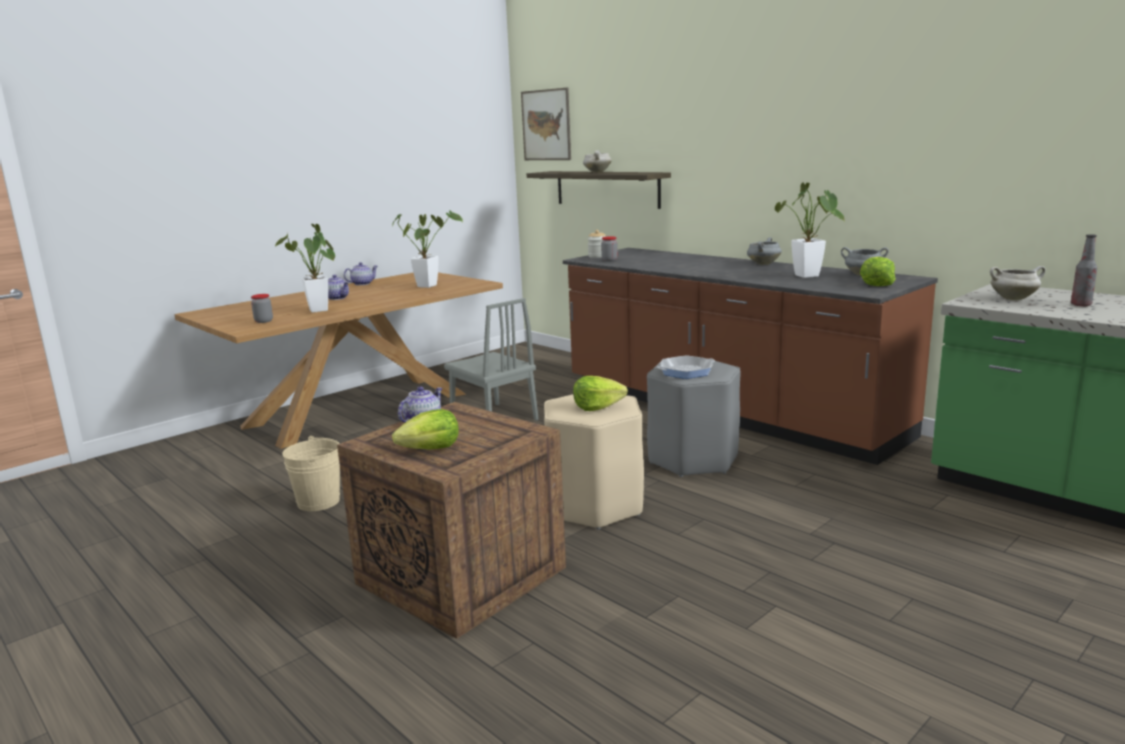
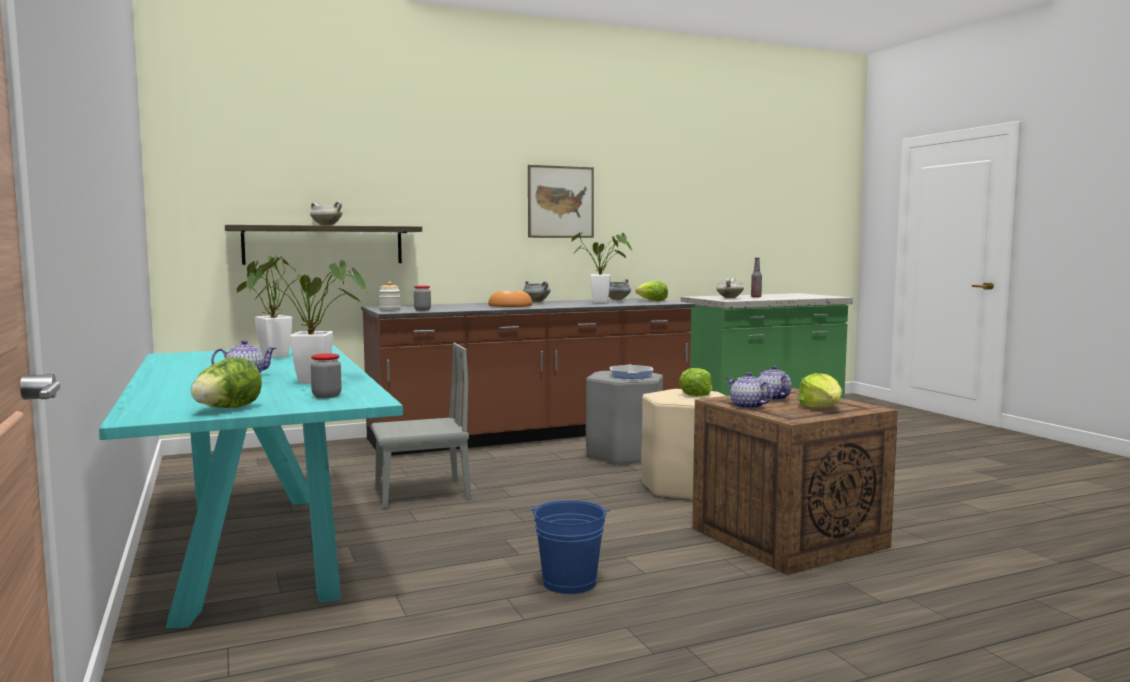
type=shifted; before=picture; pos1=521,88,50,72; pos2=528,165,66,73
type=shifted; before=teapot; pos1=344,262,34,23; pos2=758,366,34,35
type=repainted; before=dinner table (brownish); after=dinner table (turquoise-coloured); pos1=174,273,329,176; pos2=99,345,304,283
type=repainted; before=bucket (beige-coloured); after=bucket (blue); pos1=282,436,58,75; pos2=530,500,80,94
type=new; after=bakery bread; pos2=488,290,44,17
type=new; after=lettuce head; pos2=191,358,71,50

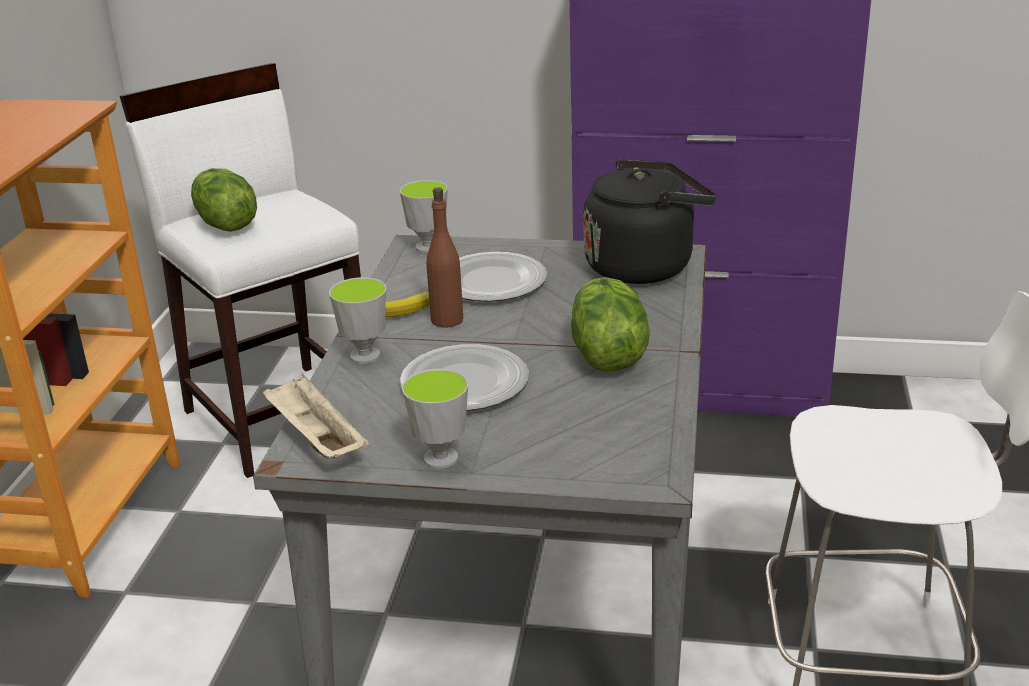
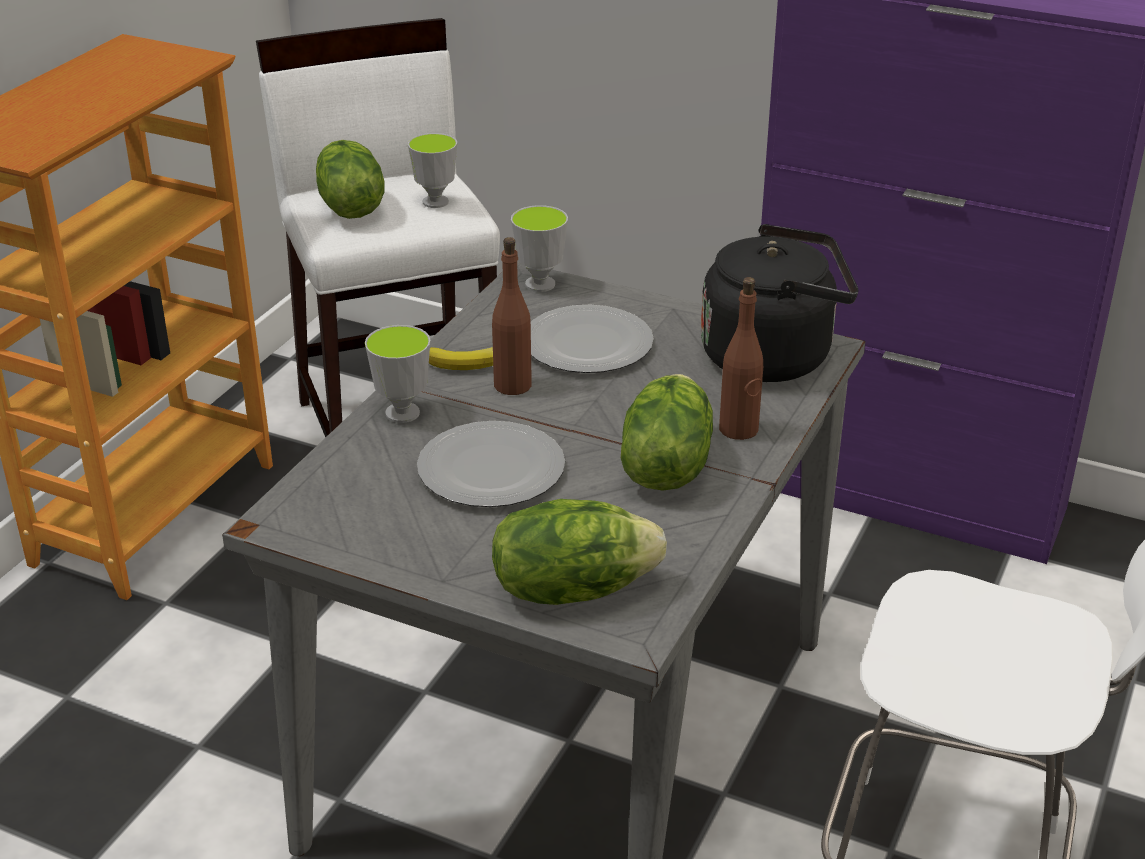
type=shifted; before=cup; pos1=402,369,66,100; pos2=408,133,49,75
type=gone; before=tray (beige-coloured); pos1=262,373,107,86
type=new; after=beverage bottle (brownish); pos2=719,277,44,163
type=new; after=lettuce head; pos2=492,499,175,106

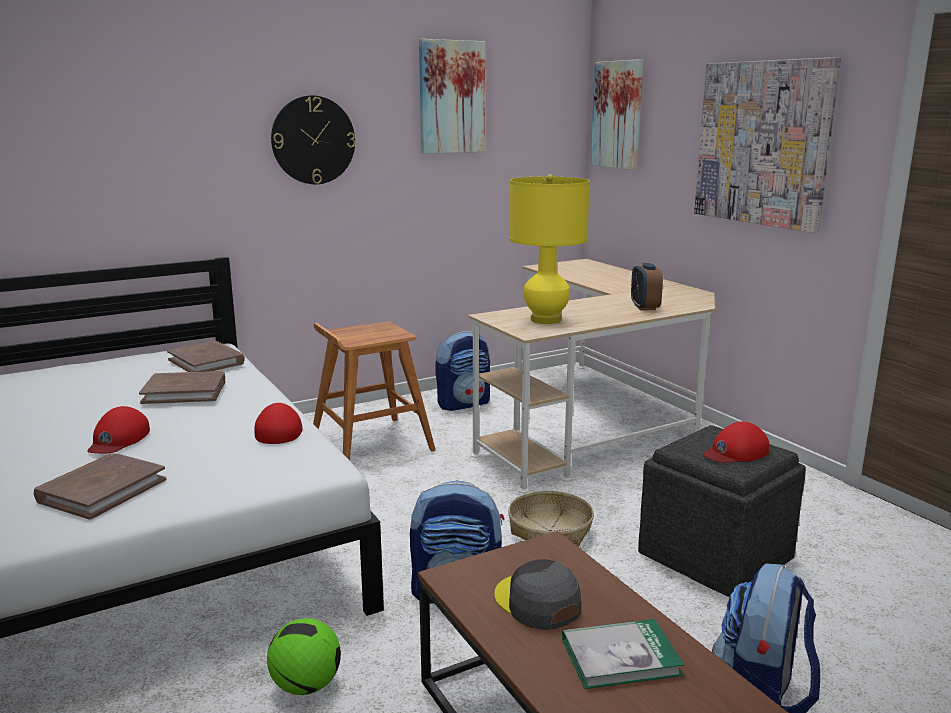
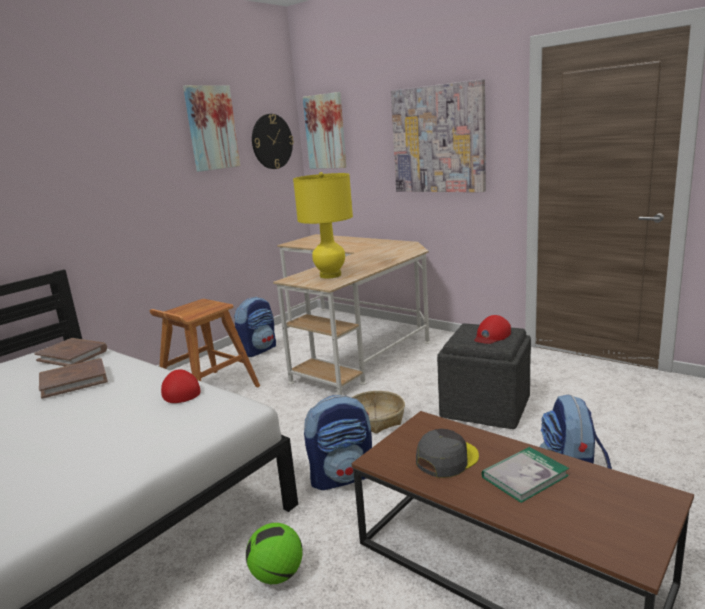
type=shifted; before=hanging clock; pos1=271,95,85,89; pos2=252,114,42,55
type=gone; before=bedside clock; pos1=631,263,32,48
type=gone; before=cap (red-coloured); pos1=87,406,63,48
type=gone; before=book (brownish); pos1=34,453,132,67
type=rotated; before=cap (greyish); pos1=494,559,87,71; pos2=416,429,63,49; turn=105

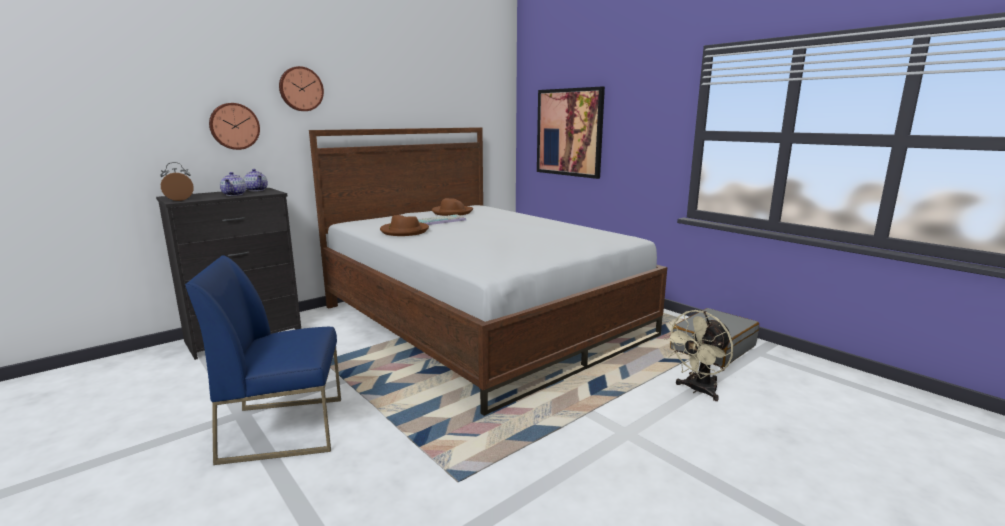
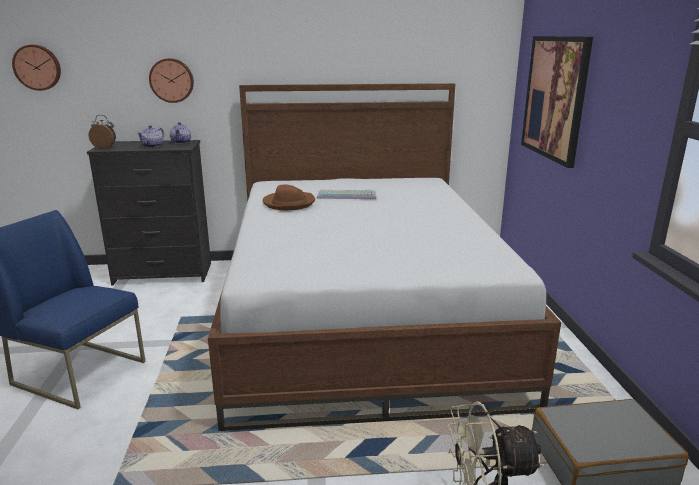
type=shifted; before=hanging clock; pos1=279,66,45,45; pos2=12,45,49,46
type=gone; before=wearable hat (brownish); pos1=432,198,41,18

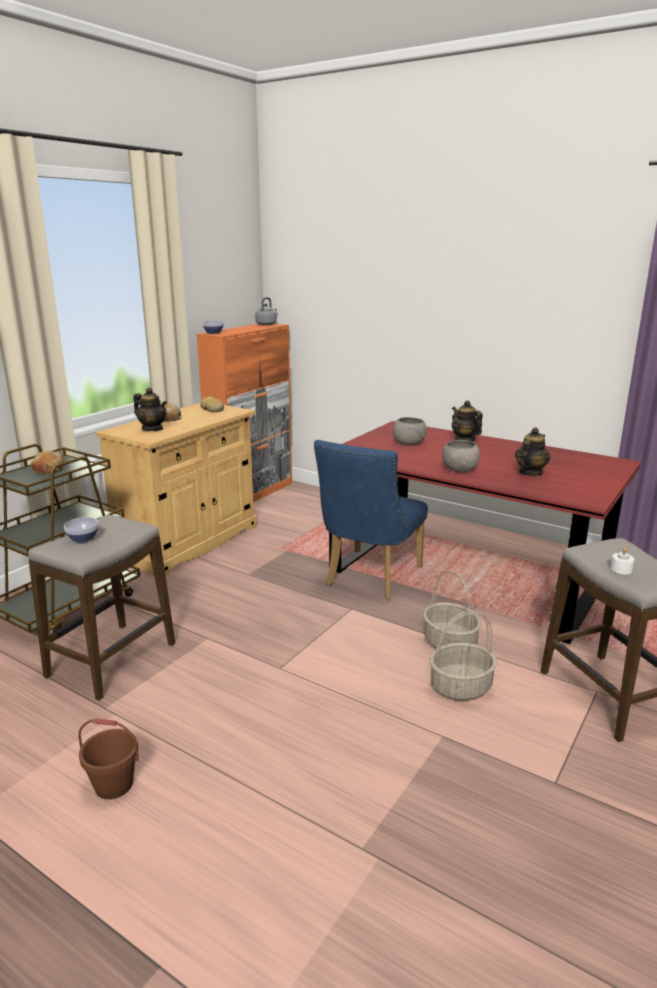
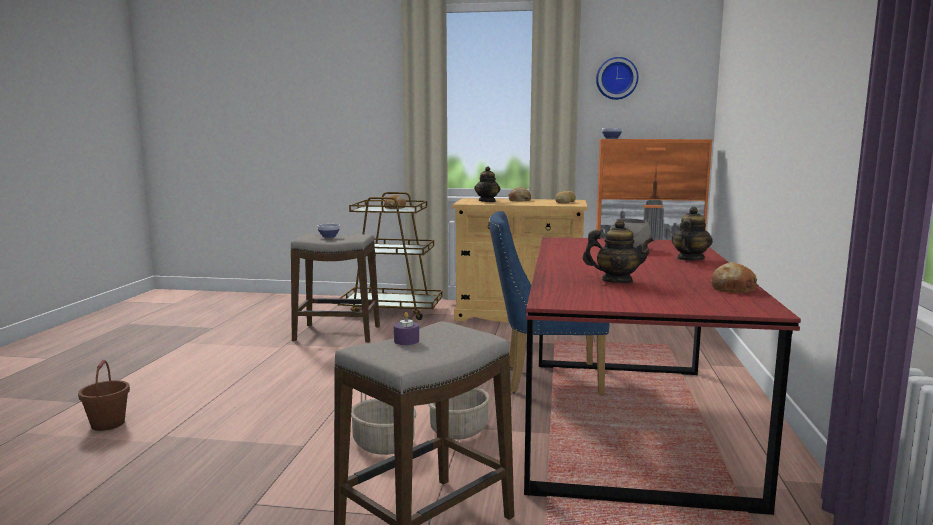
type=gone; before=kettle (greyish); pos1=255,297,22,28
type=gone; before=serving bowl (greyish); pos1=442,440,38,33
type=repainted; before=candle (whitish); after=candle (purple-coloured); pos1=610,547,24,27; pos2=394,312,25,33
type=shifted; before=bucket (brownish); pos1=78,718,61,81; pos2=78,360,52,71
type=new; after=hanging clock; pos2=596,57,42,43
type=new; after=bakery bread; pos2=711,262,48,31

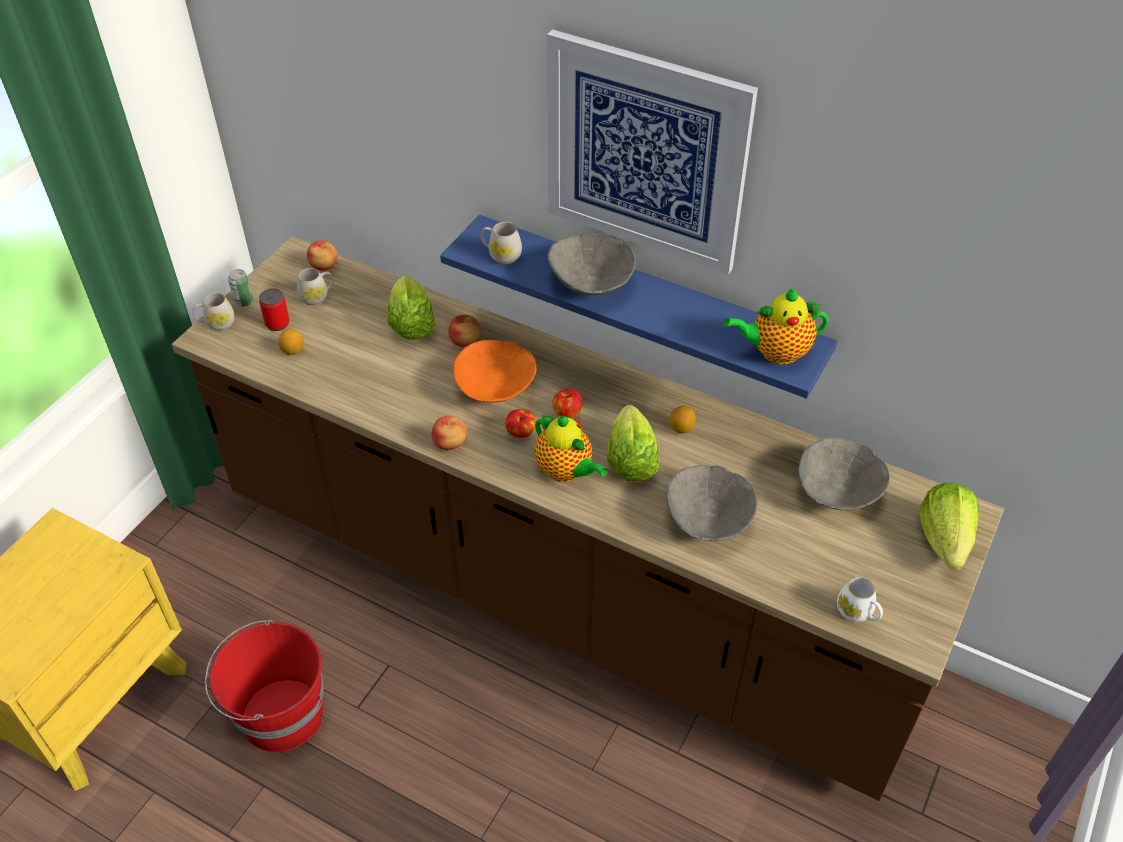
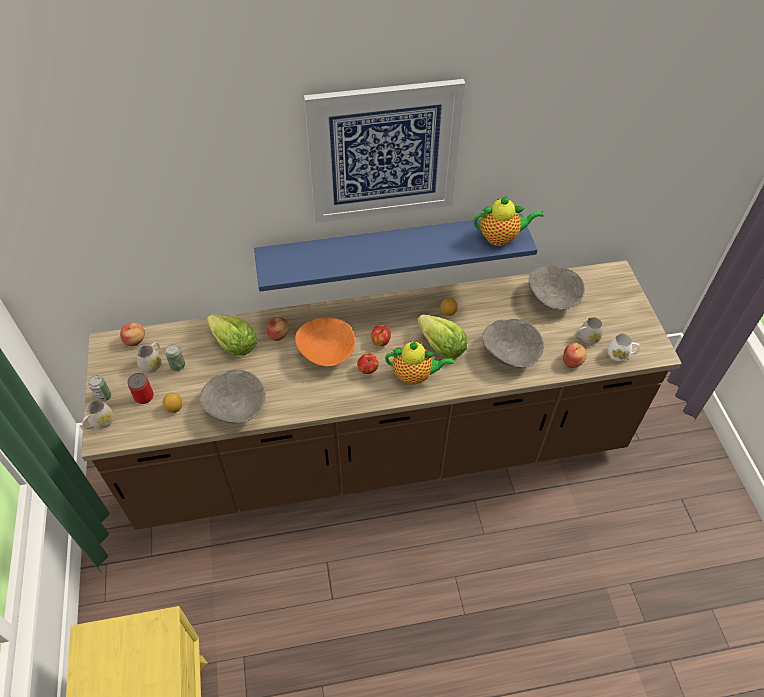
type=shifted; before=coffee mug (whitish); pos1=481,222,41,42; pos2=576,317,27,27
type=shifted; before=serving bowl (greyish); pos1=548,233,88,62; pos2=200,370,66,54
type=rotated; before=teapot; pos1=724,288,104,77; pos2=473,196,71,50; turn=-135
type=shifted; before=apple fruit; pos1=431,416,36,34; pos2=563,343,24,25
type=gone; before=lettuce head; pos1=920,482,59,88
type=gone; before=bucket (red-coloured); pos1=205,620,118,132
type=new; after=can; pos2=165,344,20,27

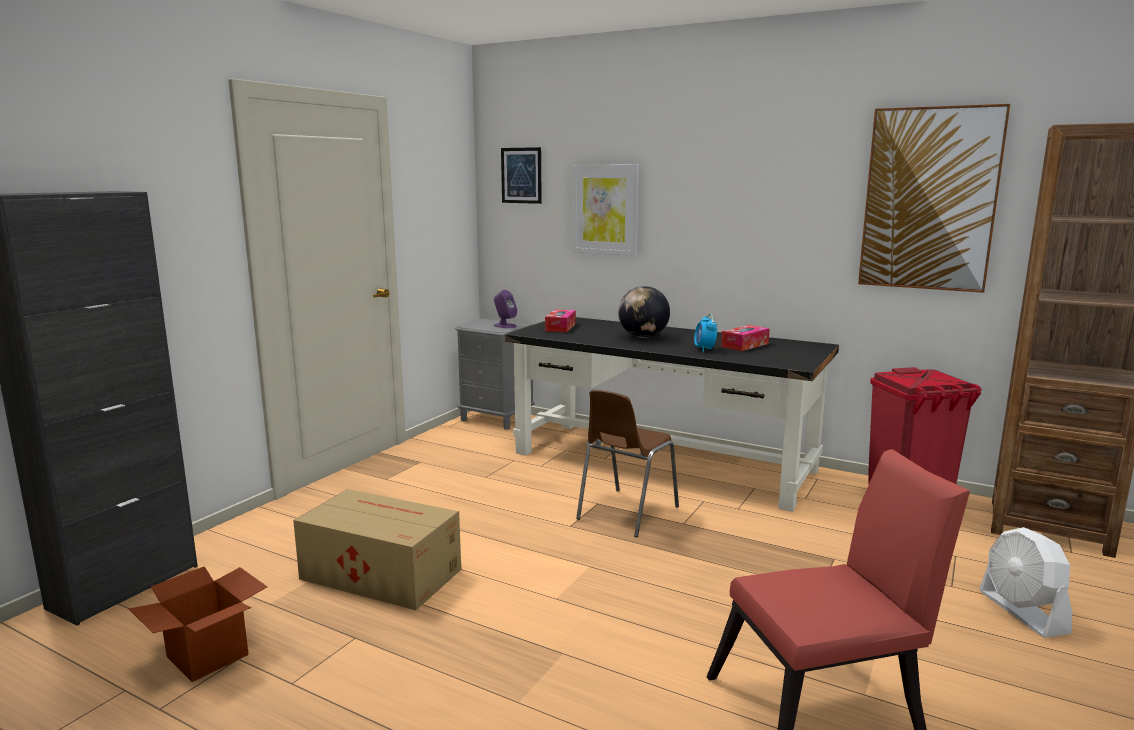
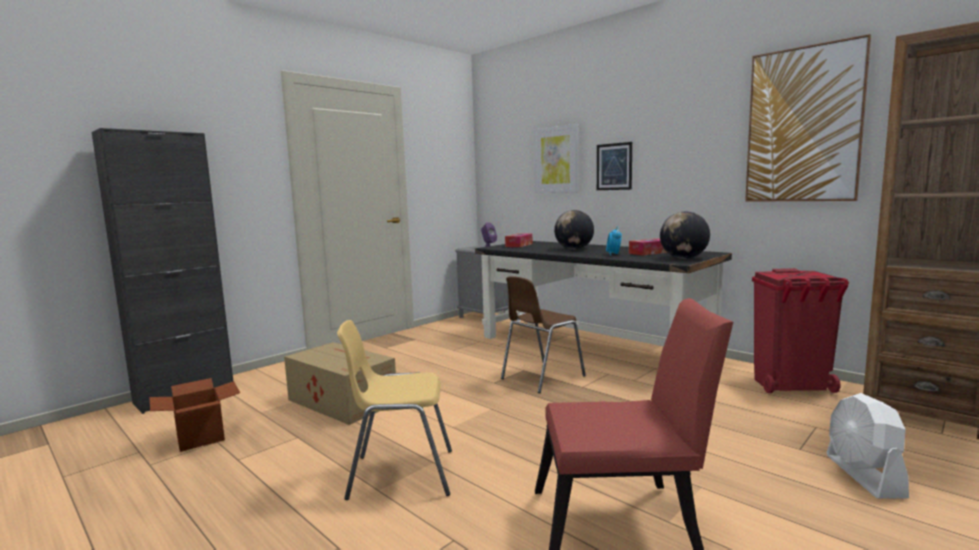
type=shifted; before=picture; pos1=501,147,41,57; pos2=597,142,35,48
type=new; after=globe; pos2=660,212,50,47
type=new; after=plain chair (yellowish); pos2=337,320,115,180

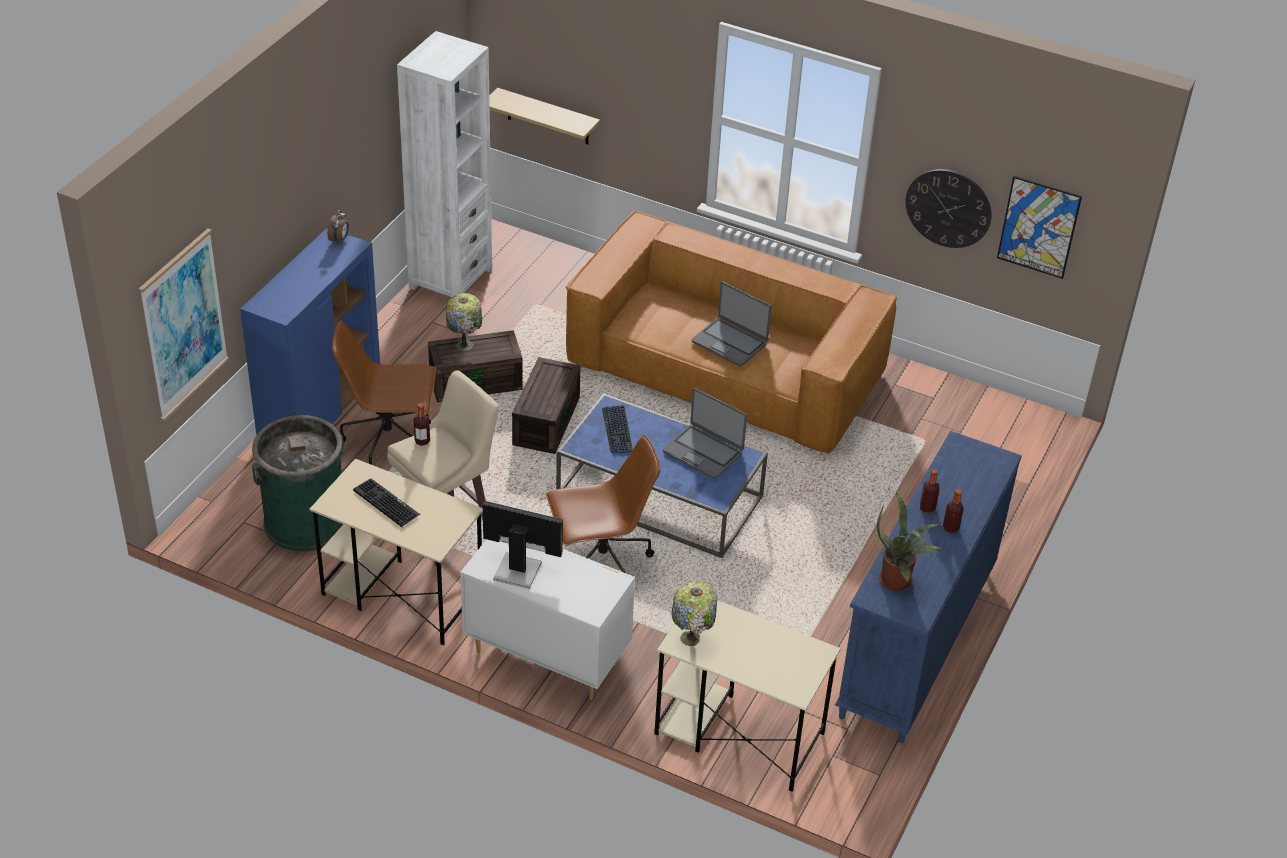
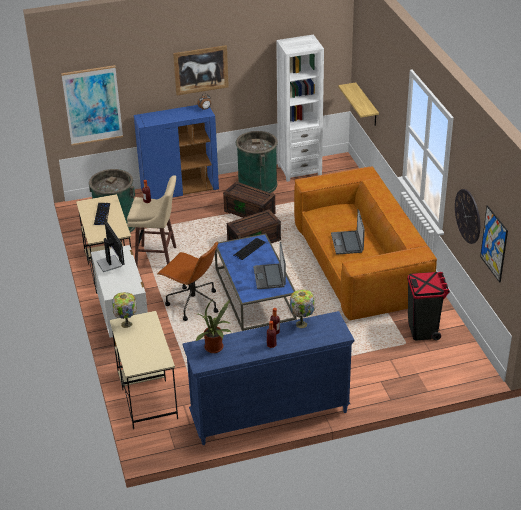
type=shifted; before=lamp for a table; pos1=446,293,36,58; pos2=290,289,25,39
type=gone; before=desk chair (brownish); pos1=332,320,104,145
type=new; after=picture; pos2=173,45,56,50
type=new; after=trash can (green-coloured); pos2=236,131,42,62
type=new; after=trash can (black-coloured); pos2=407,272,43,68

